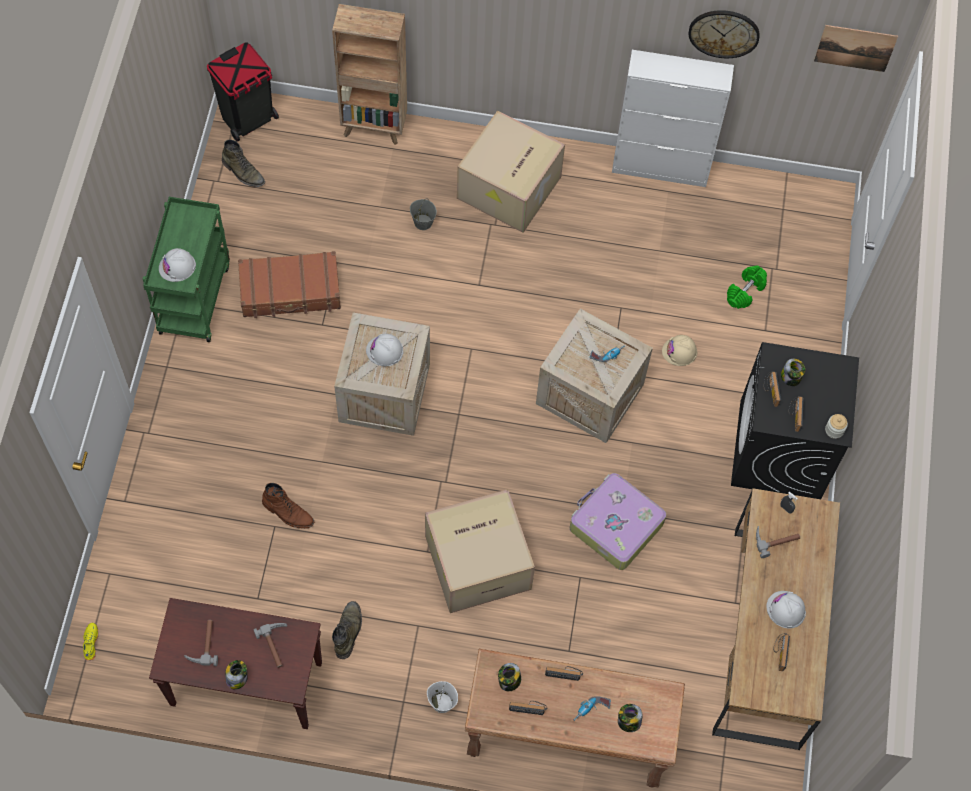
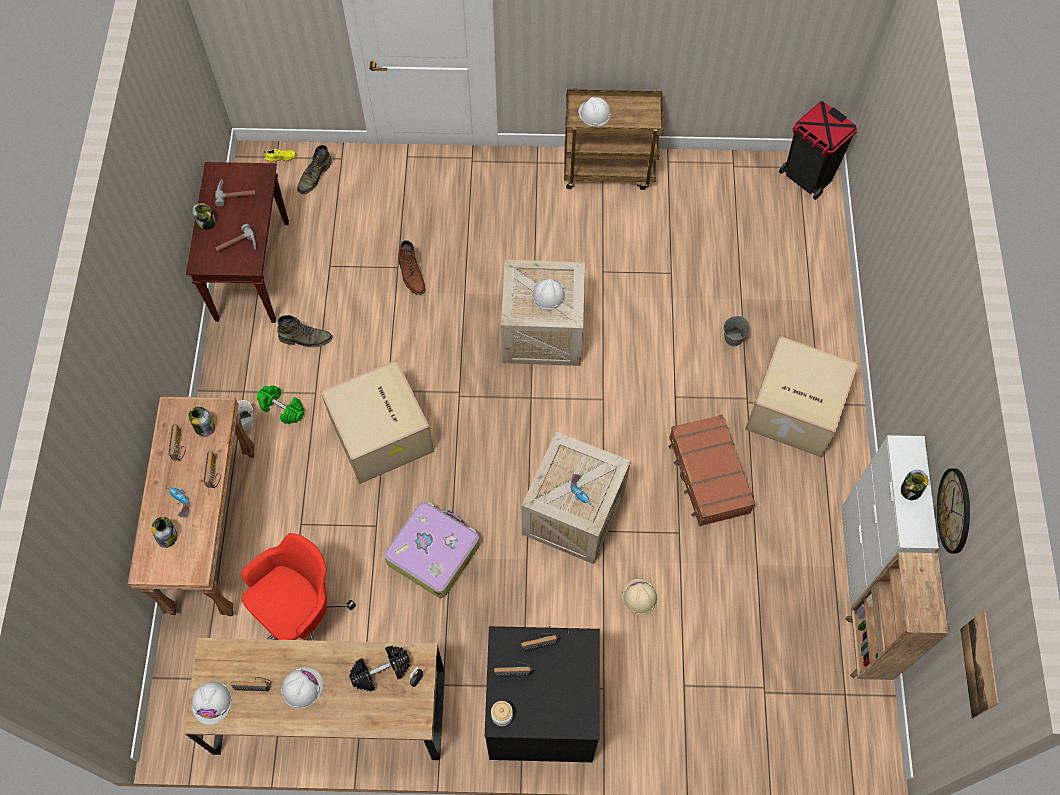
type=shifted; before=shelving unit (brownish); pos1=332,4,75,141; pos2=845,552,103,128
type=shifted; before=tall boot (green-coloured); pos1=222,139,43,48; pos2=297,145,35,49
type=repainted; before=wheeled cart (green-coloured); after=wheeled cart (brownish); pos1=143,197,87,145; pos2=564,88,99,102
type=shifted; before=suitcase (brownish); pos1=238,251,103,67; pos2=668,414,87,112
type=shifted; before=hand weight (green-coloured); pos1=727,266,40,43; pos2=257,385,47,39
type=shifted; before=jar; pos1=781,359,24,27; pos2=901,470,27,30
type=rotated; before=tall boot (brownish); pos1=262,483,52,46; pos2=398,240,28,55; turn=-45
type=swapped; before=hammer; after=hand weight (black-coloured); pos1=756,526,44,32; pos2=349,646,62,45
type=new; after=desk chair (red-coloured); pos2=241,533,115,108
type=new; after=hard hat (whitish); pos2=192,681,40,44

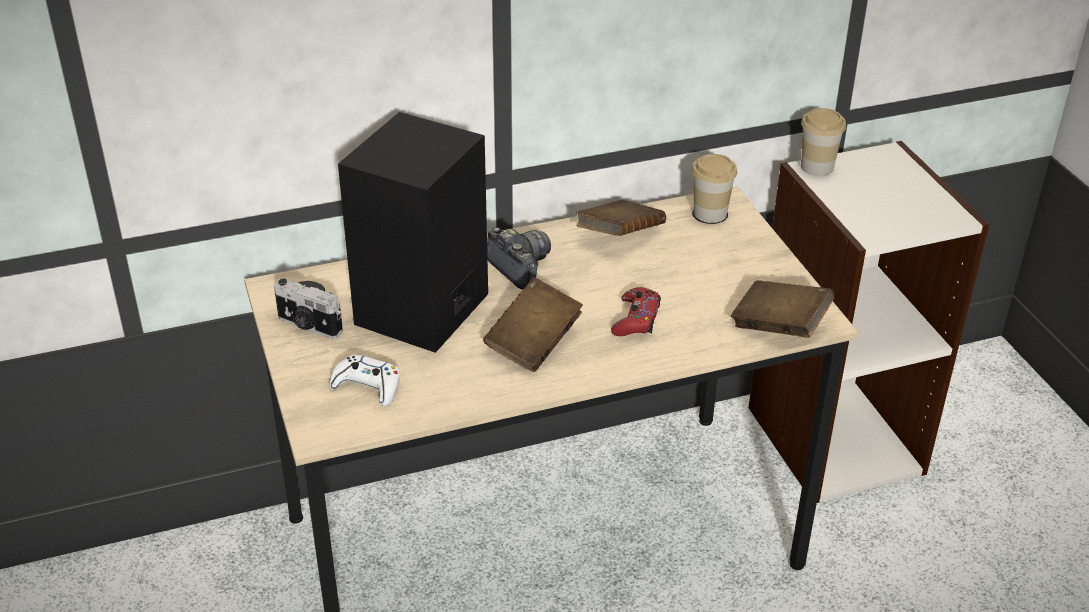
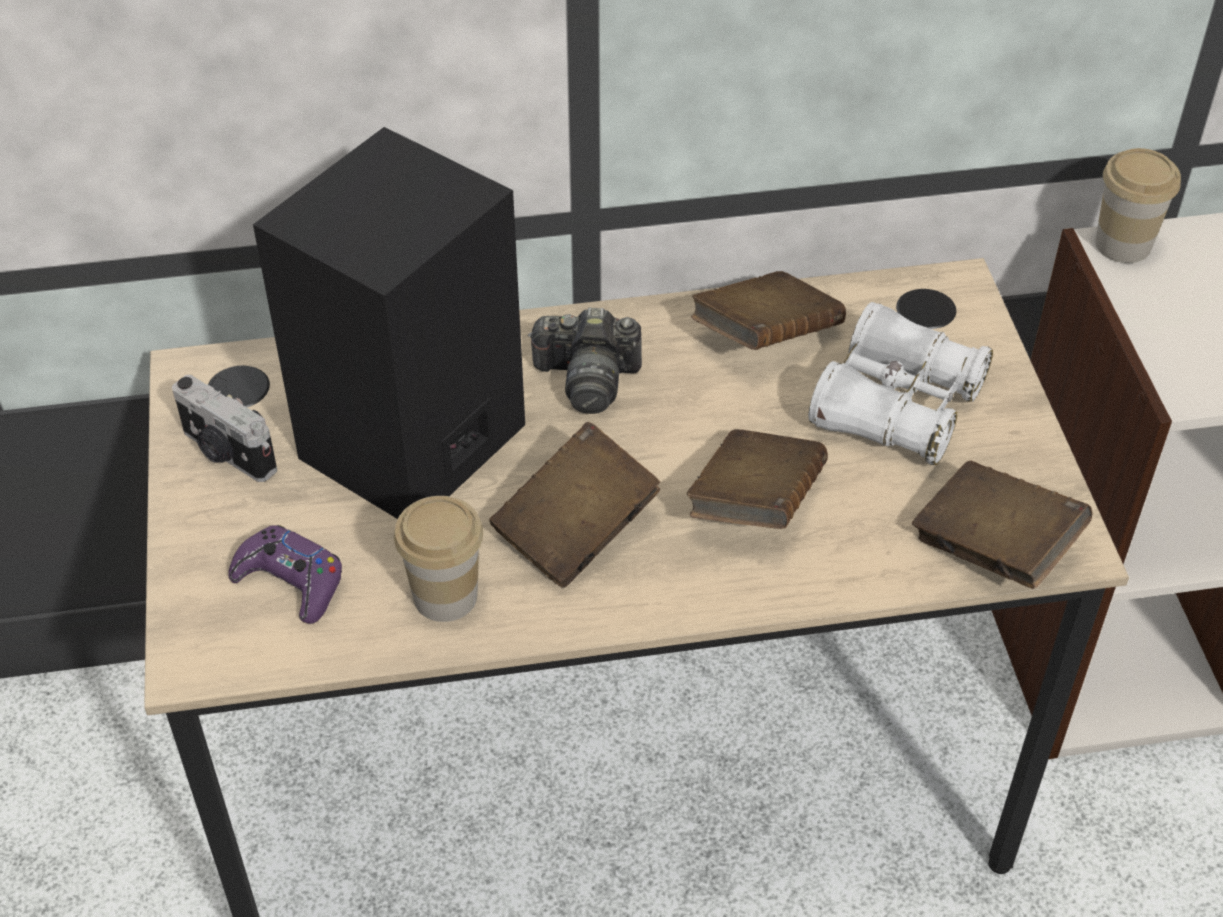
type=shifted; before=cup; pos1=692,154,45,69; pos2=394,496,89,126
type=rotated; before=photo camera; pos1=487,227,64,62; pos2=528,308,114,106; turn=120
type=swapped; before=joypad (red-coloured); after=book (brownish); pos1=611,287,50,49; pos2=687,429,141,100
type=repainted; before=joypad (whitish); after=joypad (purple-coloured); pos1=329,355,71,51; pos2=228,525,114,99
type=new; after=pair of binoculars (whitish); pos2=808,302,185,163

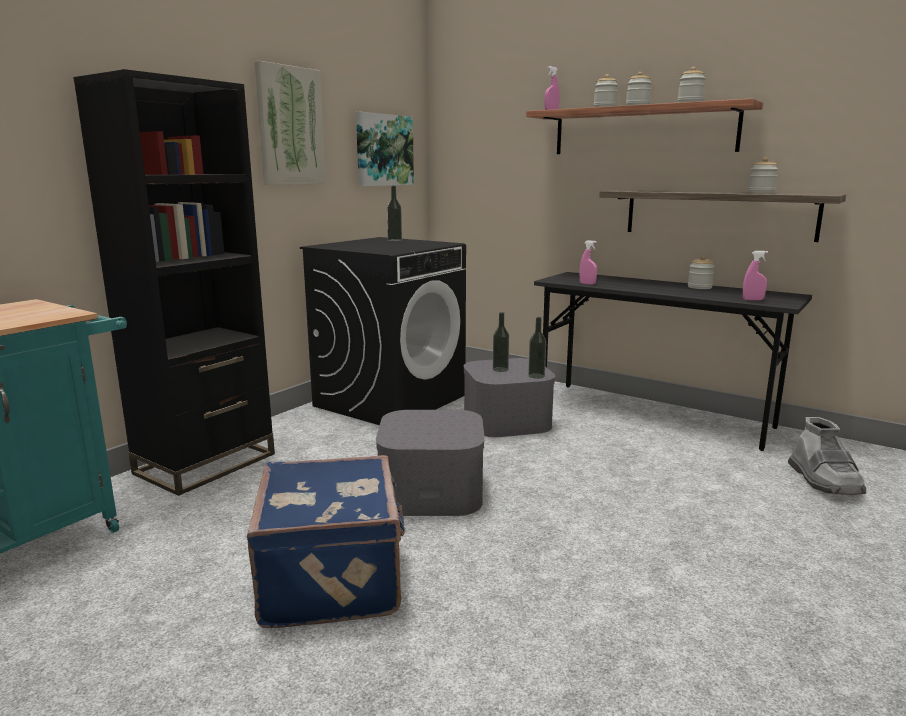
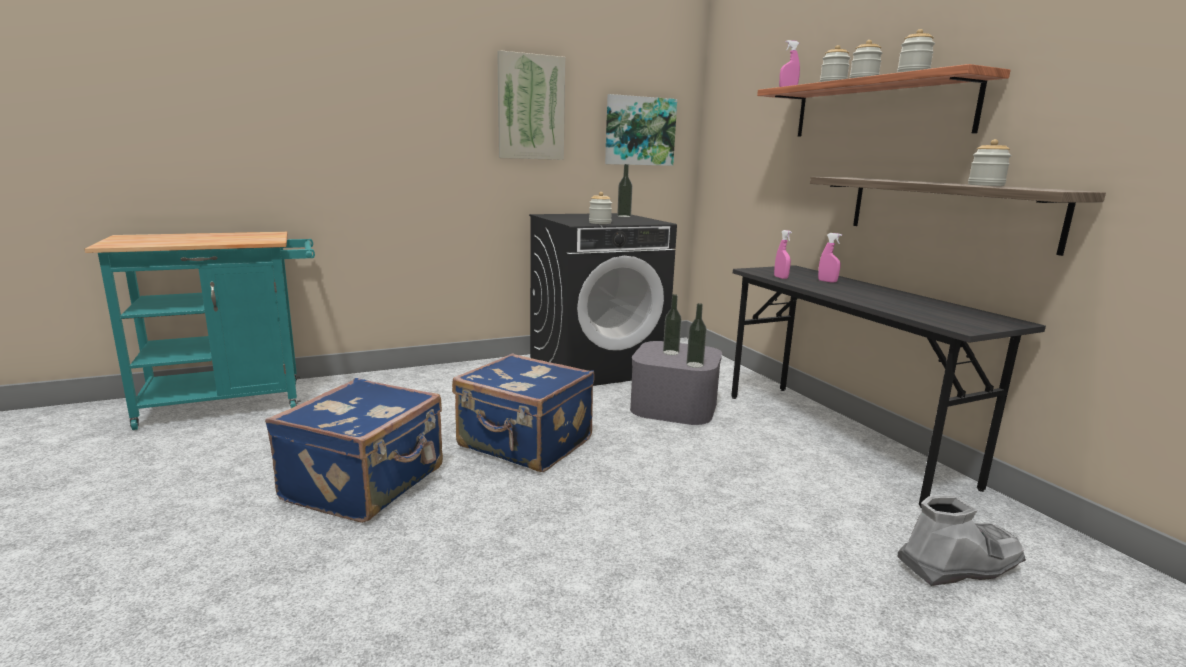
type=gone; before=shelving unit (black-coloured); pos1=73,69,202,427
type=shifted; before=hand sprayer (pinkish); pos1=743,251,25,50; pos2=818,233,24,50
type=shifted; before=jar; pos1=688,256,27,33; pos2=589,192,23,32
type=swapped; before=storage box (greyish); after=suitcase (blue); pos1=376,410,109,106; pos2=452,353,143,119
type=rotated; before=tall boot (greyish); pos1=788,417,78,78; pos2=898,495,128,91; turn=-135

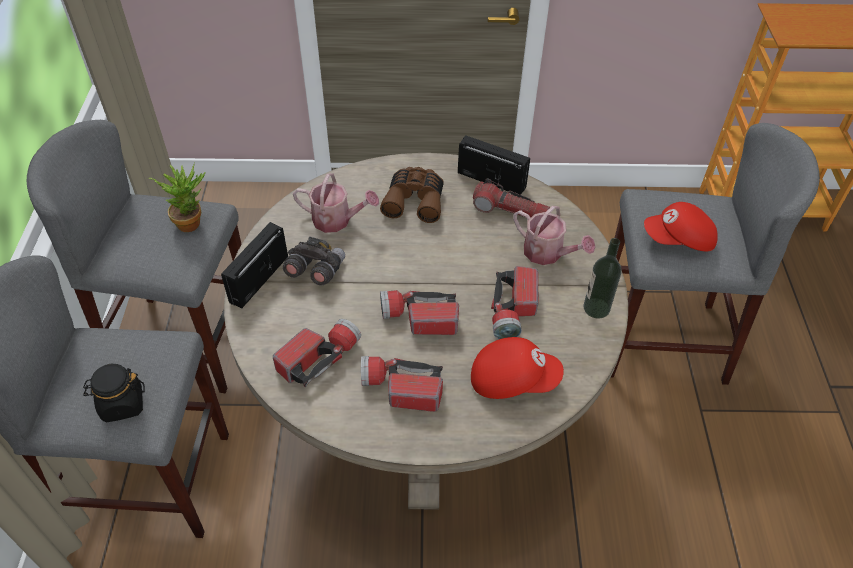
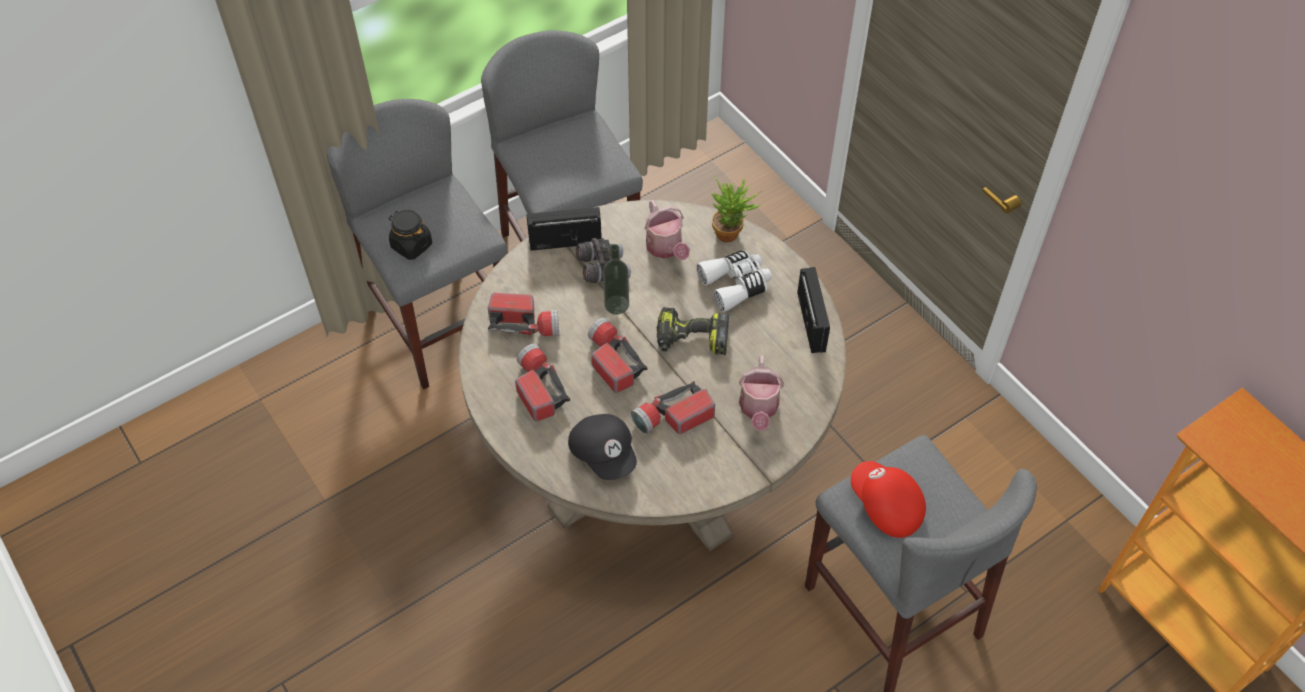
type=shifted; before=plant in a pot; pos1=149,162,57,70; pos2=711,178,51,64
type=repainted; before=pair of binoculars (brownish); after=pair of binoculars (whitish); pos1=380,167,64,56; pos2=696,250,76,62
type=gone; before=torch; pos1=473,178,77,39
type=shifted; before=beverage bottle; pos1=584,238,38,81; pos2=603,244,26,71
type=repainted; before=cap (red-coloured); after=cap (black-coloured); pos1=471,337,93,62; pos2=568,414,69,66
type=new; after=electric drill; pos2=657,307,72,48

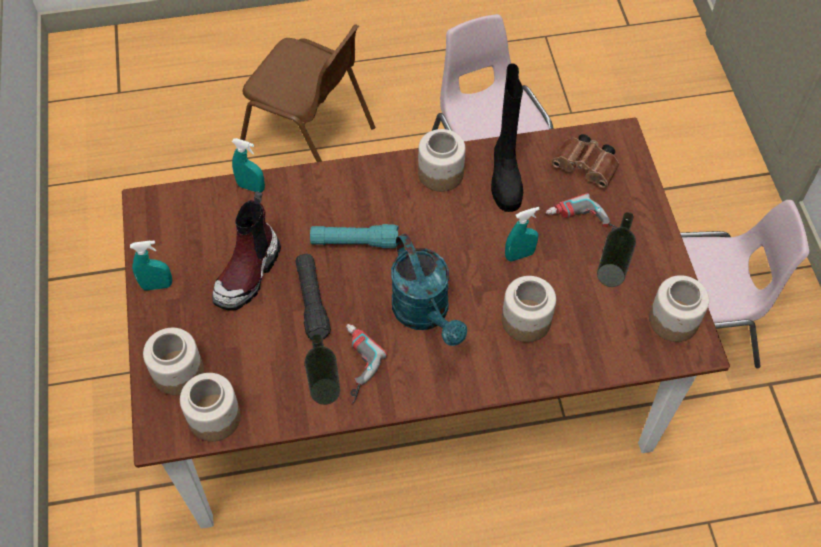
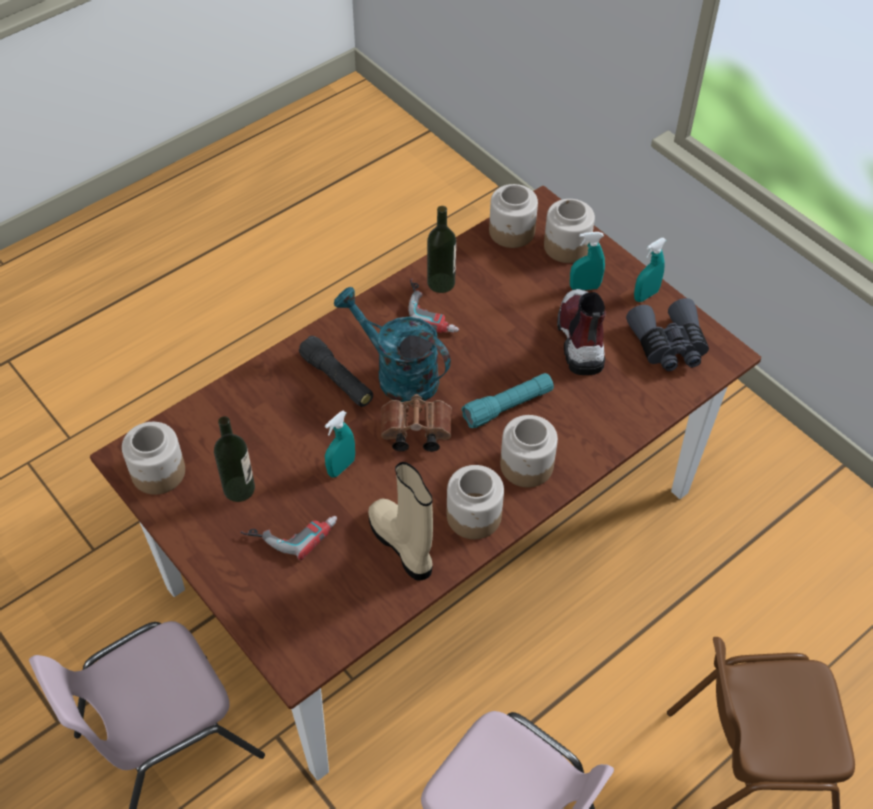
type=repainted; before=tall boot (black-coloured); after=tall boot (beige-coloured); pos1=491,63,32,149; pos2=368,462,65,119
type=shifted; before=pair of binoculars (brownish); pos1=551,134,68,54; pos2=381,394,71,58
type=shifted; before=hand sprayer (turquoise-coloured); pos1=232,138,33,55; pos2=570,232,35,58
type=shifted; before=torch (black-coloured); pos1=295,254,36,86; pos2=299,336,74,71
type=shifted; before=jar; pos1=502,276,54,66; pos2=500,415,58,73
type=new; after=pair of binoculars (greyish); pos2=626,298,83,73

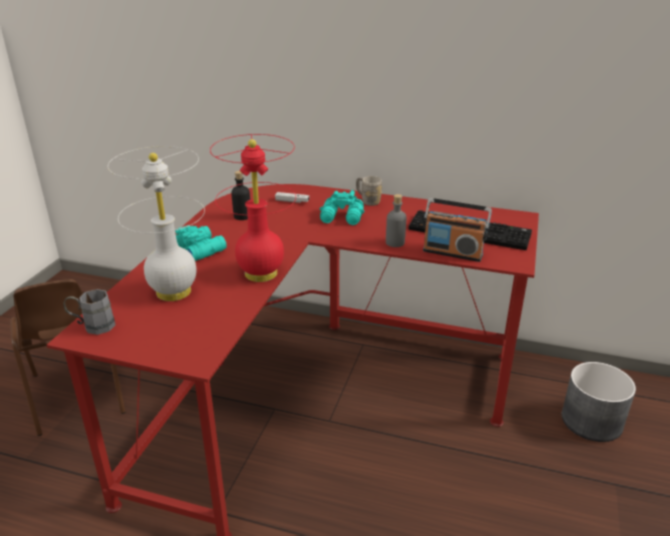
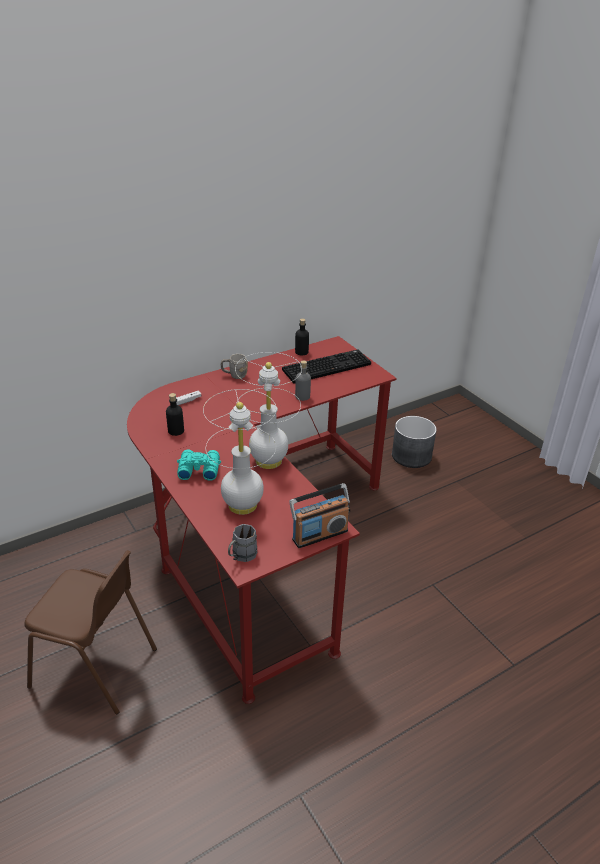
type=repainted; before=lamp for a table (red-coloured); after=lamp for a table (whitish); pos1=210,134,86,148; pos2=235,352,67,117
type=gone; before=pair of binoculars (turquoise-coloured); pos1=319,190,45,35
type=shifted; before=radio set; pos1=423,198,69,64; pos2=289,483,61,65
type=new; after=beverage bottle (black-coloured); pos2=295,318,14,37

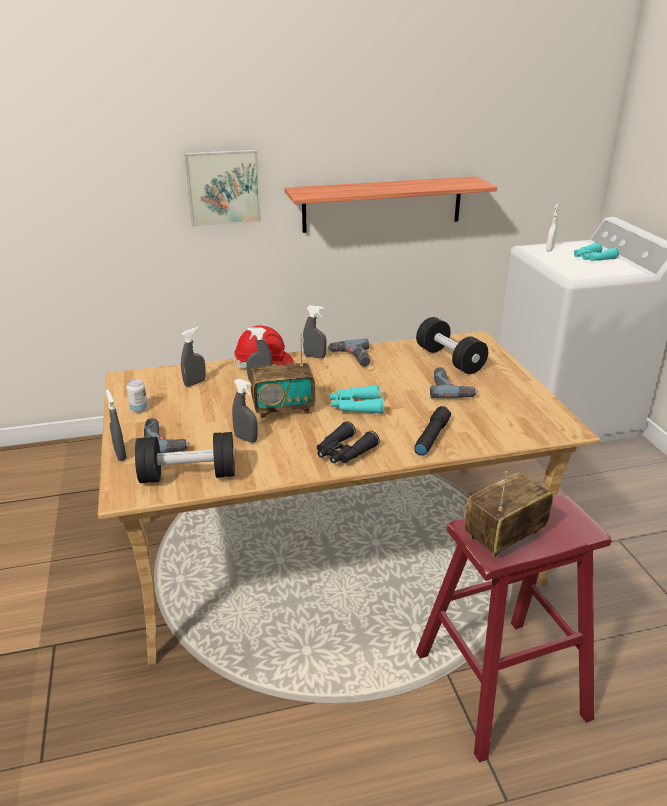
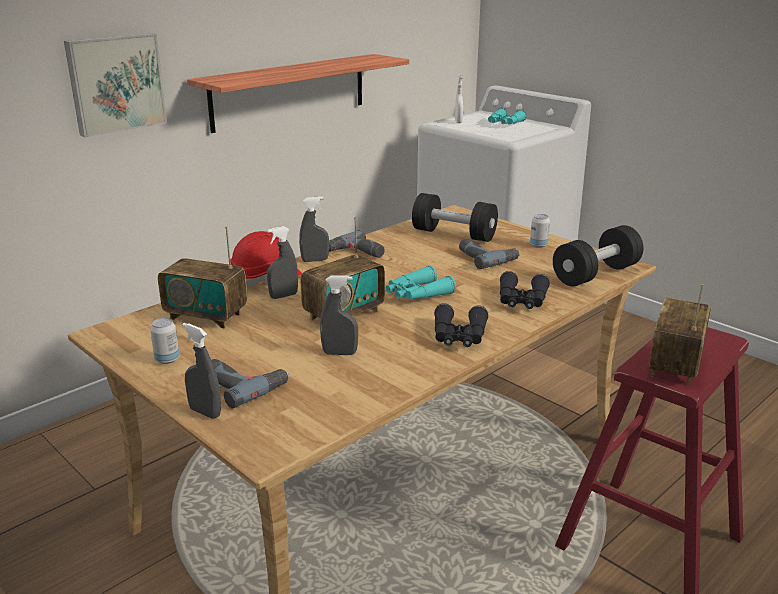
type=swapped; before=hand sprayer (greyish); after=radio set; pos1=181,327,25,60; pos2=158,226,89,103
type=swapped; before=torch (black-coloured); after=pair of binoculars (black-coloured); pos1=415,406,36,50; pos2=500,271,50,38
type=shifted; before=hand weight (black-coloured); pos1=135,432,101,51; pos2=553,225,91,61
type=new; after=can; pos2=530,214,20,34

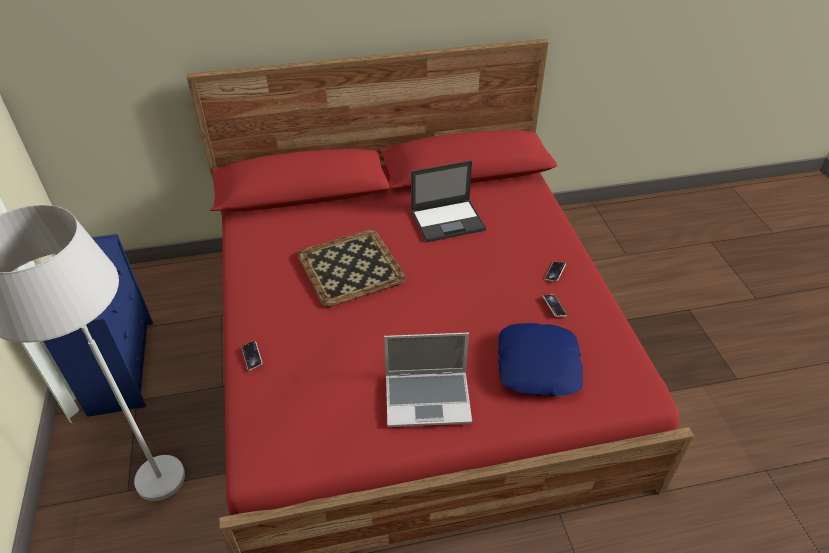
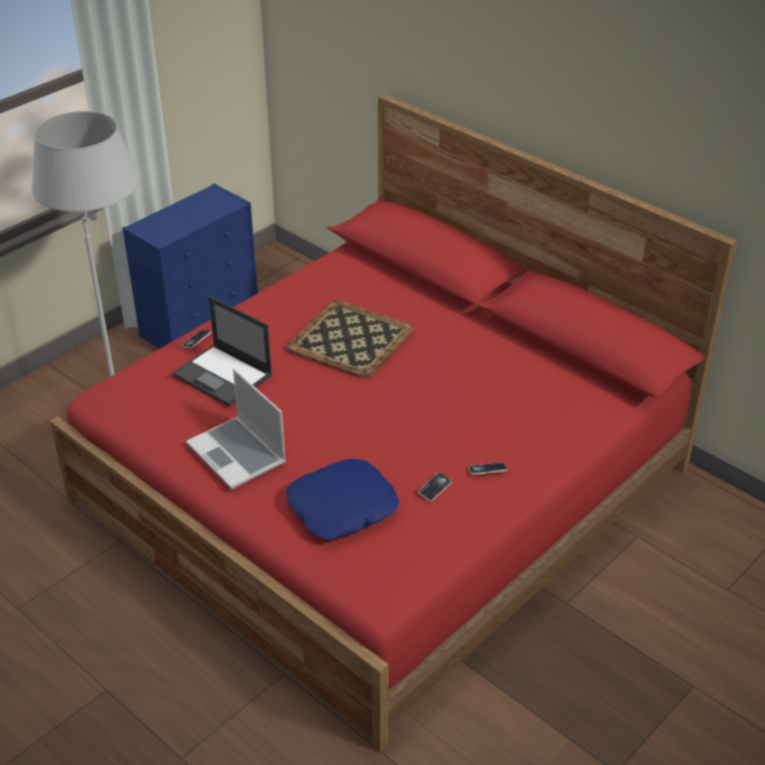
type=shifted; before=portable computer; pos1=411,161,75,82; pos2=172,296,100,111

